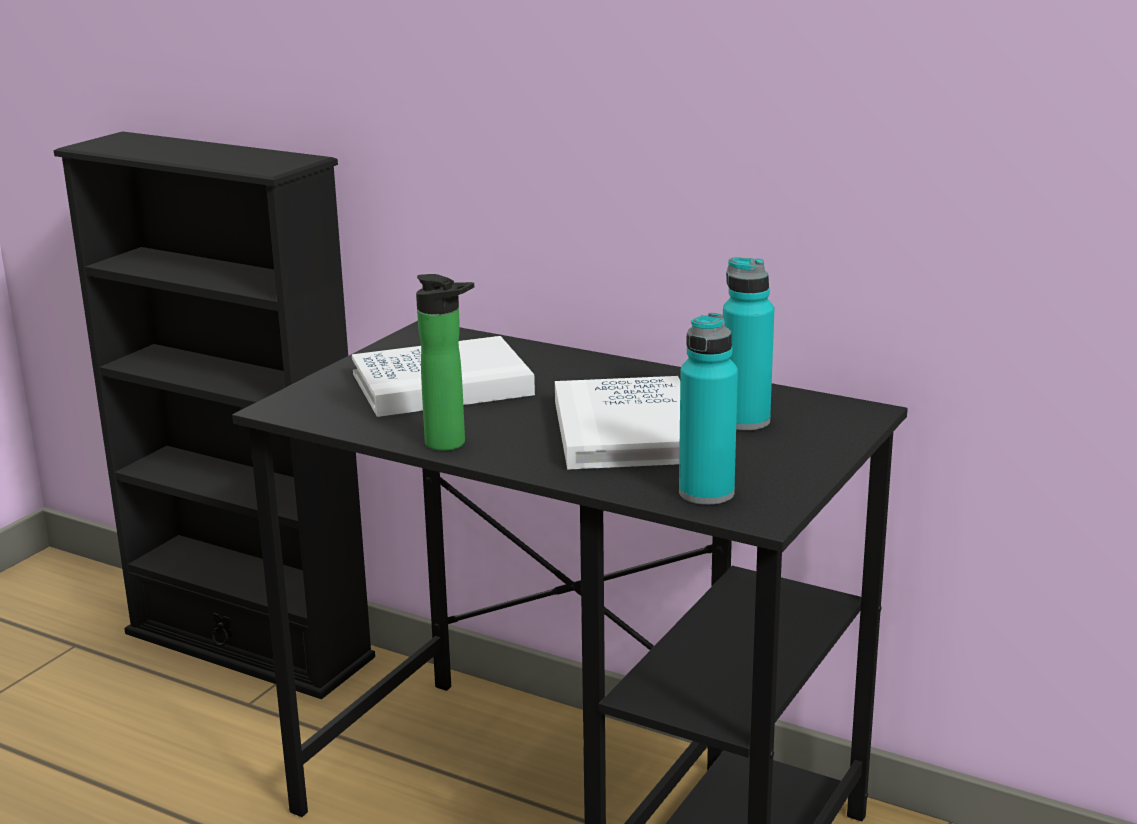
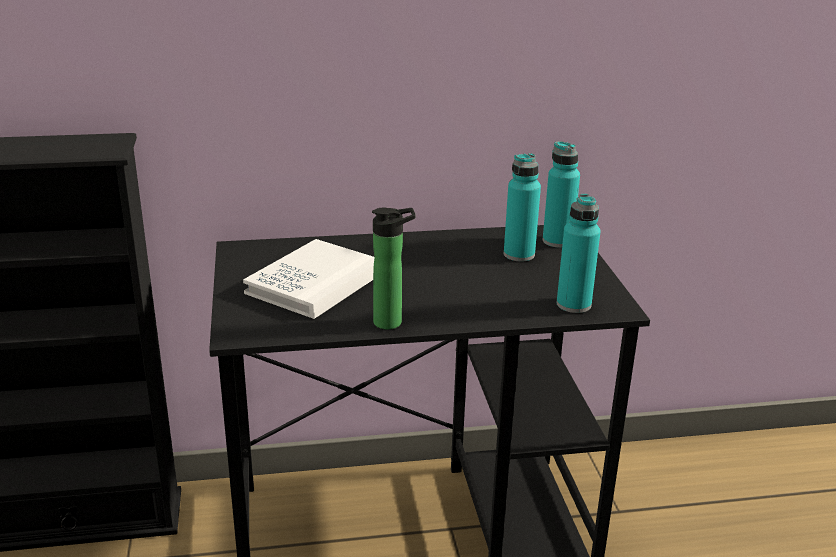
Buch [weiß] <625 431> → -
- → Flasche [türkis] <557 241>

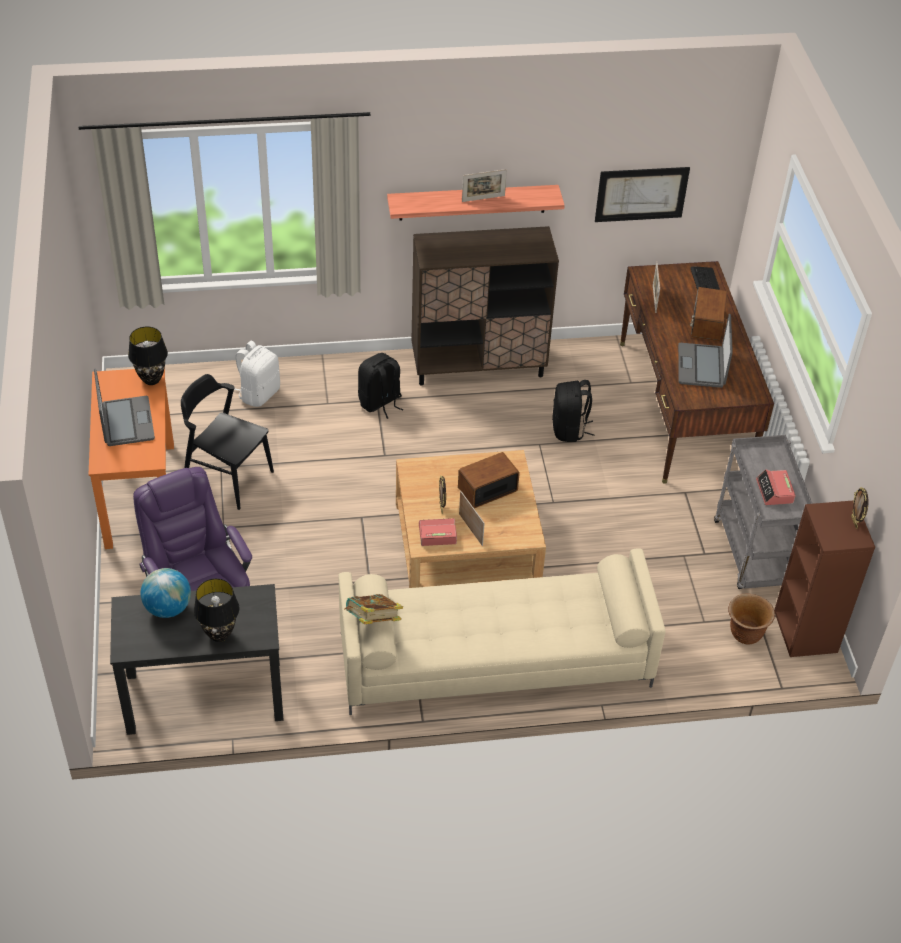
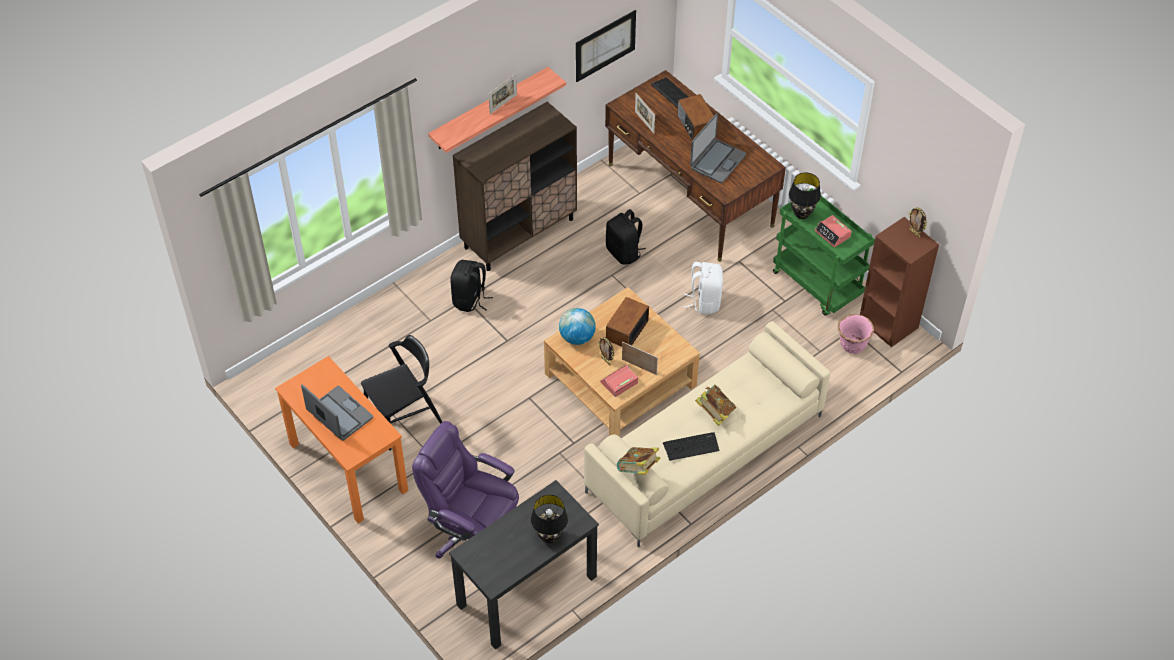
Tischlampe [schwarz] <151 380> → Tischlampe [schwarz] <801 214>, moved
Globus <168 608> → Globus <577 337>, moved
Stuhl [schwarz] <228 477> → Stuhl [schwarz] <404 418>, 150 degrees clockwise
Rucksack [weiß] <259 394> → Rucksack [weiß] <704 301>, moved
Laptop <702 366> → Laptop <717 161>, 120 degrees counterclockwise
Rollwagen [grau] <754 555> → Rollwagen [grün] <818 284>
Pflanzkübel [braun] <745 634> → Pflanzkübel [rosa] <852 346>
- → Tastatur <691 446>
- → Buch <715 412>

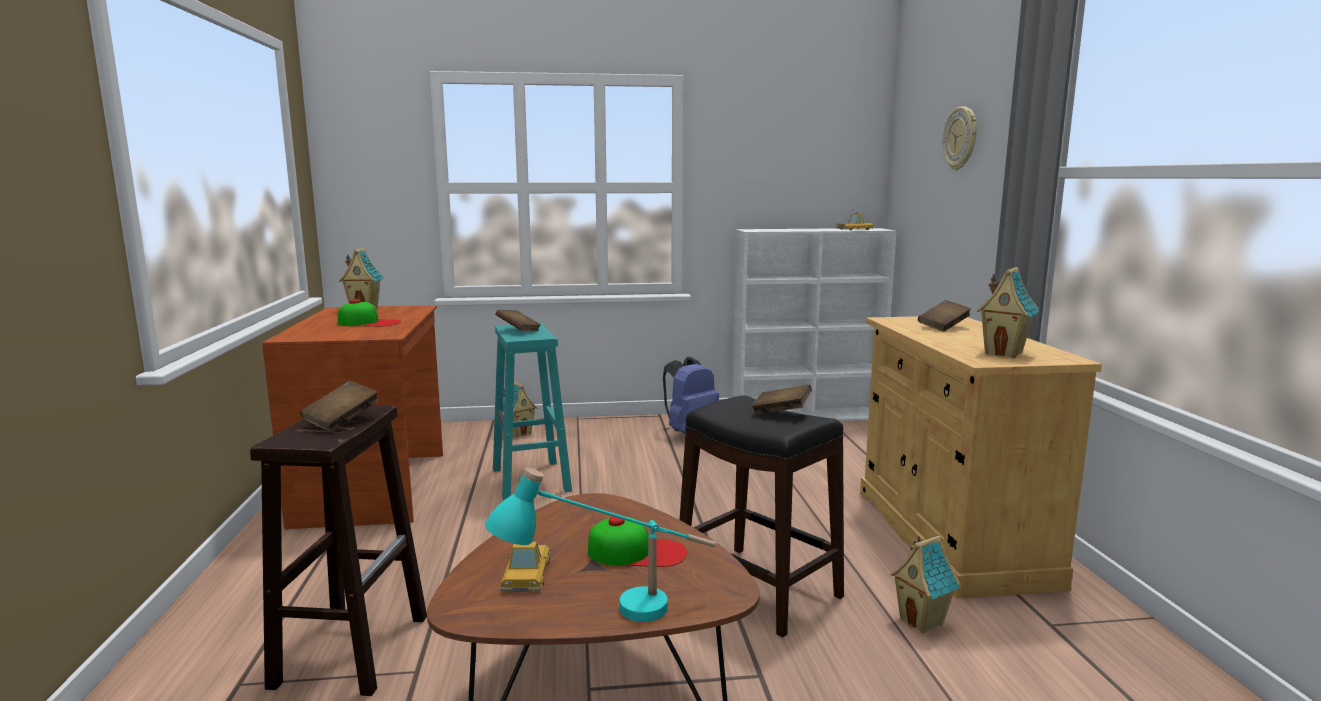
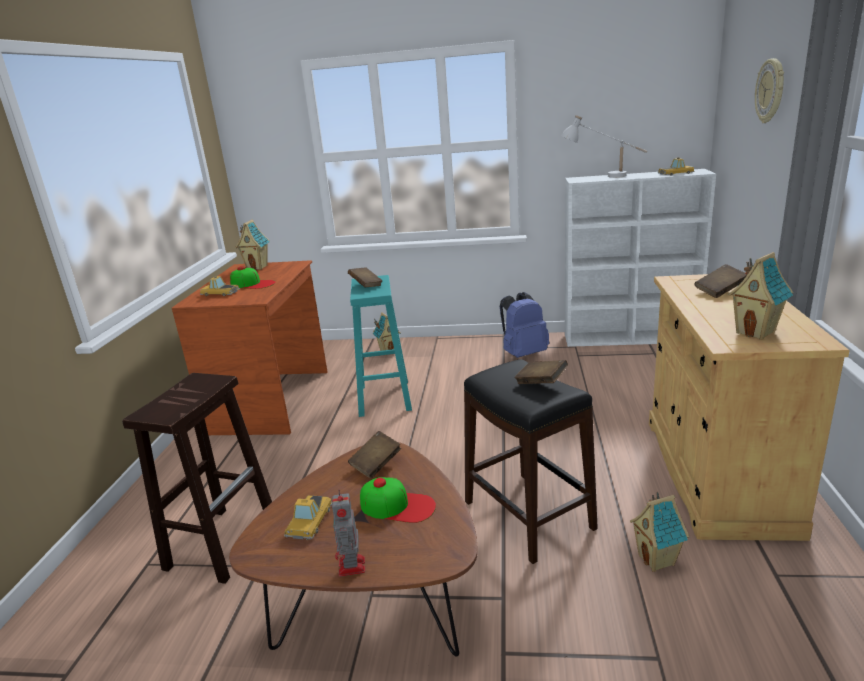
Buch [braun] <342 421> → Buch [braun] <376 464>, moved
Tischlampe [türkis] <608 615> → Spielzeugroboter <352 568>
- → Spielzeugauto <220 293>
- → Tischlampe [weiß] <603 177>

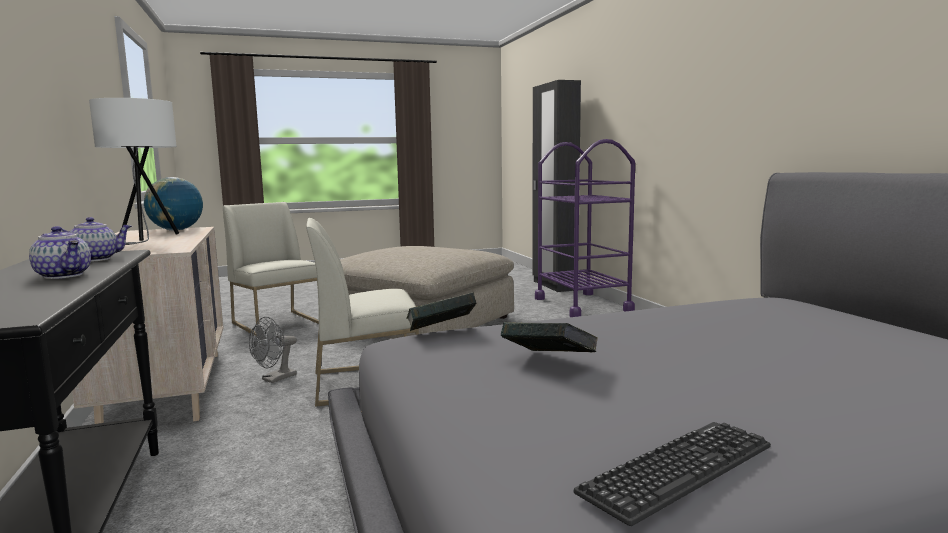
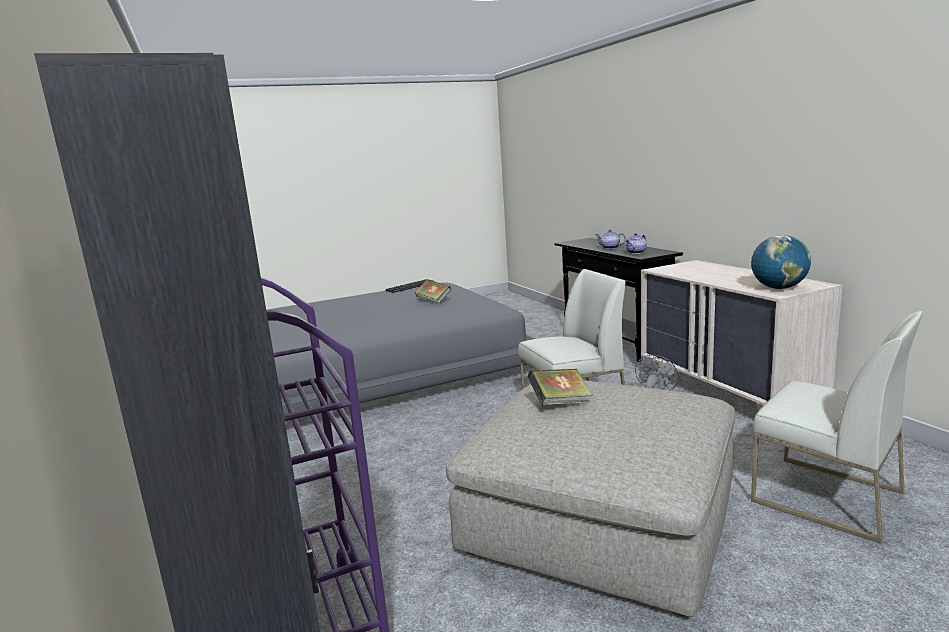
Tischlampe [weiß] <145 238> → -
Buch <441 332> → Buch <560 403>, moved

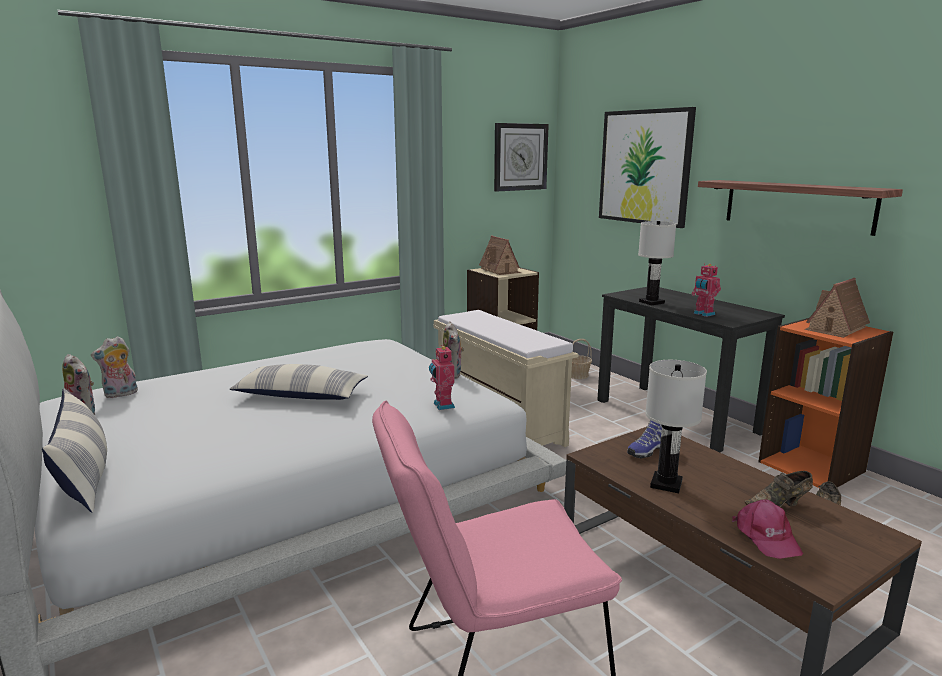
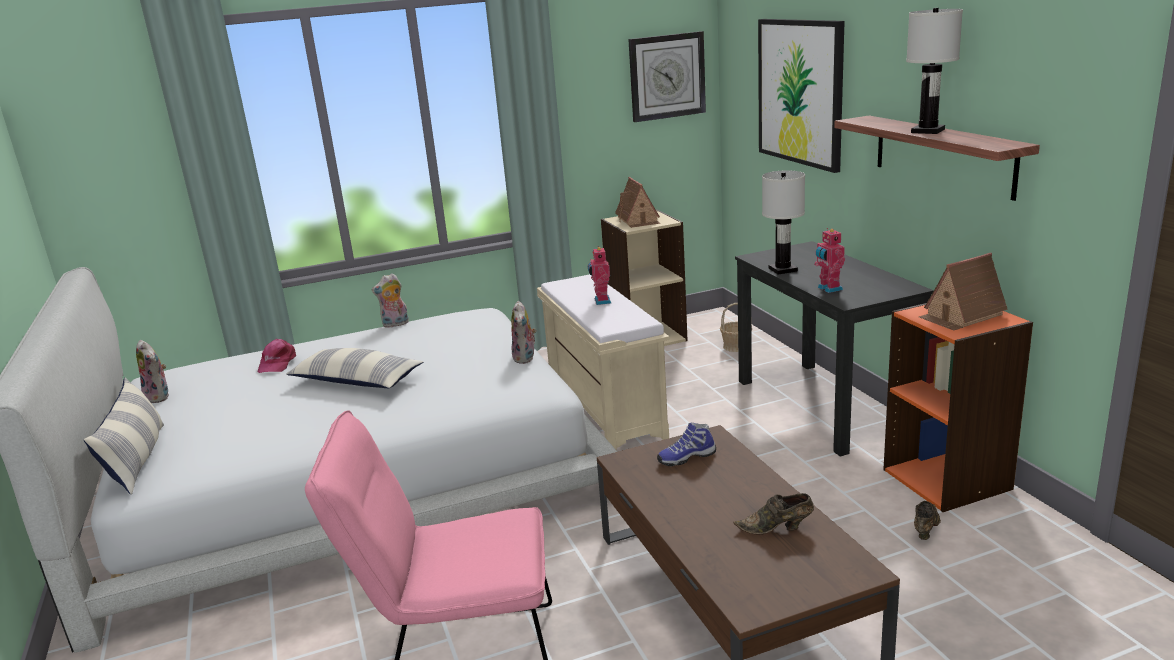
Plüschtier <120 394> → Plüschtier <395 324>, moved
Spielzeugroboter <442 405> → Spielzeugroboter <601 301>, moved
Tischlampe [weiß] <665 484> → Tischlampe [weiß] <927 131>, moved
Kappe [rosa] <766 537> → Kappe [rosa] <277 363>, moved

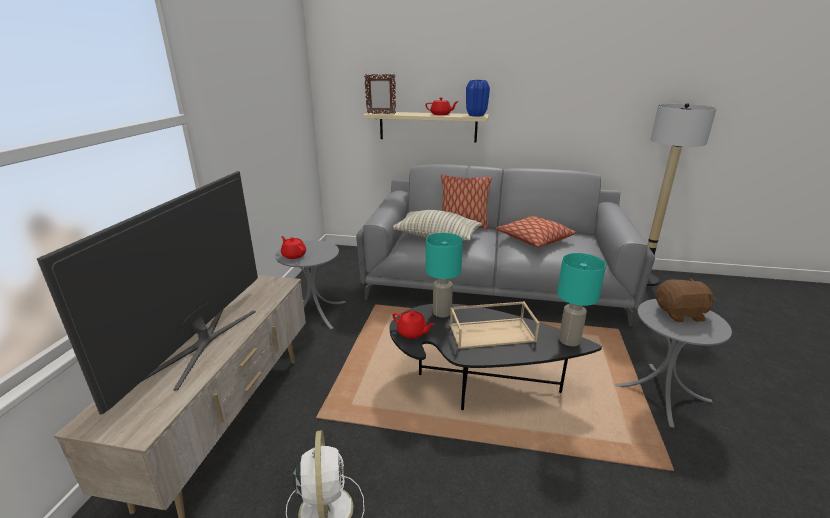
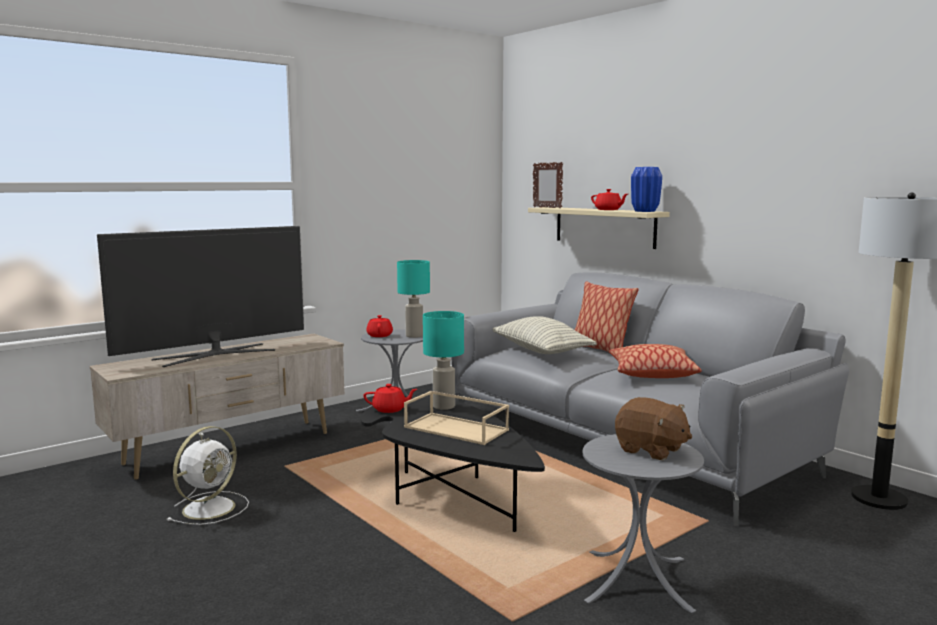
Teekanne [rot] <412 333> → Teekanne [rot] <390 409>, 75 degrees counterclockwise
Tischlampe [türkis] <569 341> → Tischlampe [türkis] <414 336>, moved

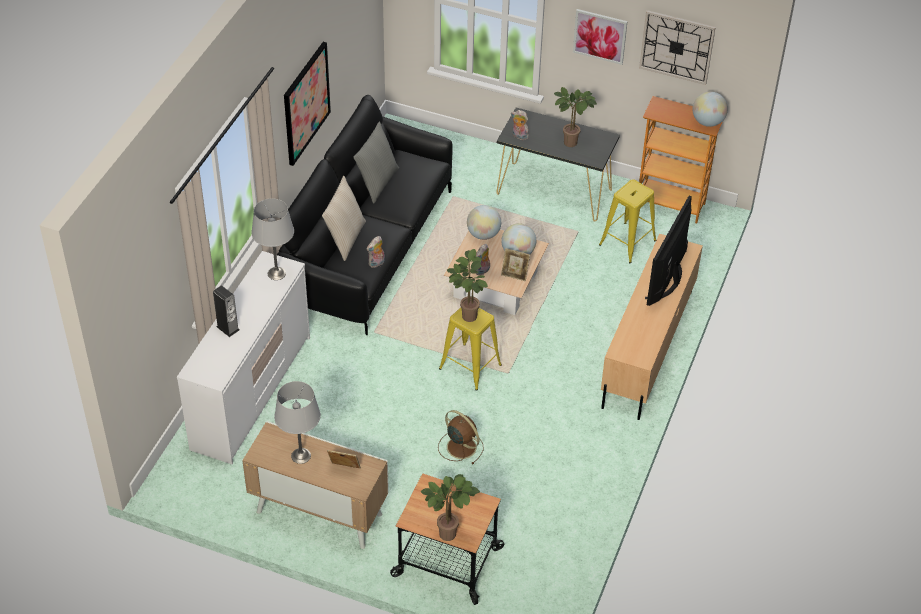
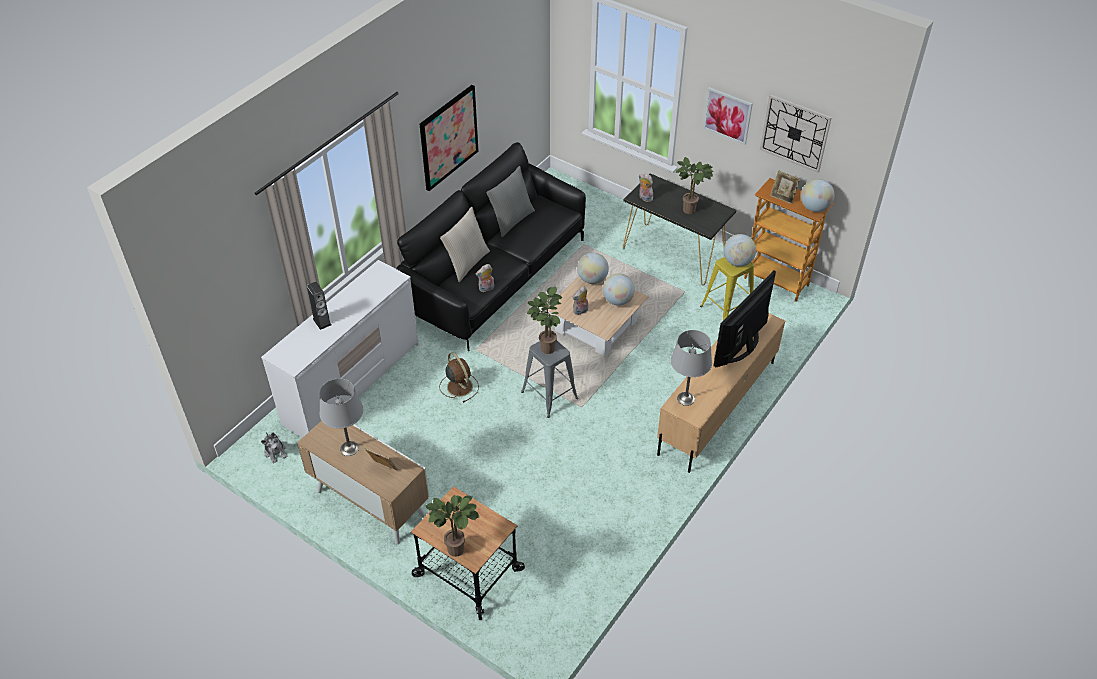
Tischlampe [grau] <277 273> → Tischlampe [grau] <686 399>, moved
Ventilator [braun] <460 446> → Ventilator [braun] <459 386>, moved
Hocker [gelb] <470 367> → Hocker [grau] <549 395>
Bilderrahmen <514 275> → Bilderrahmen <782 197>, moved
- → Plüschtier <275 452>
- → Globus <737 262>

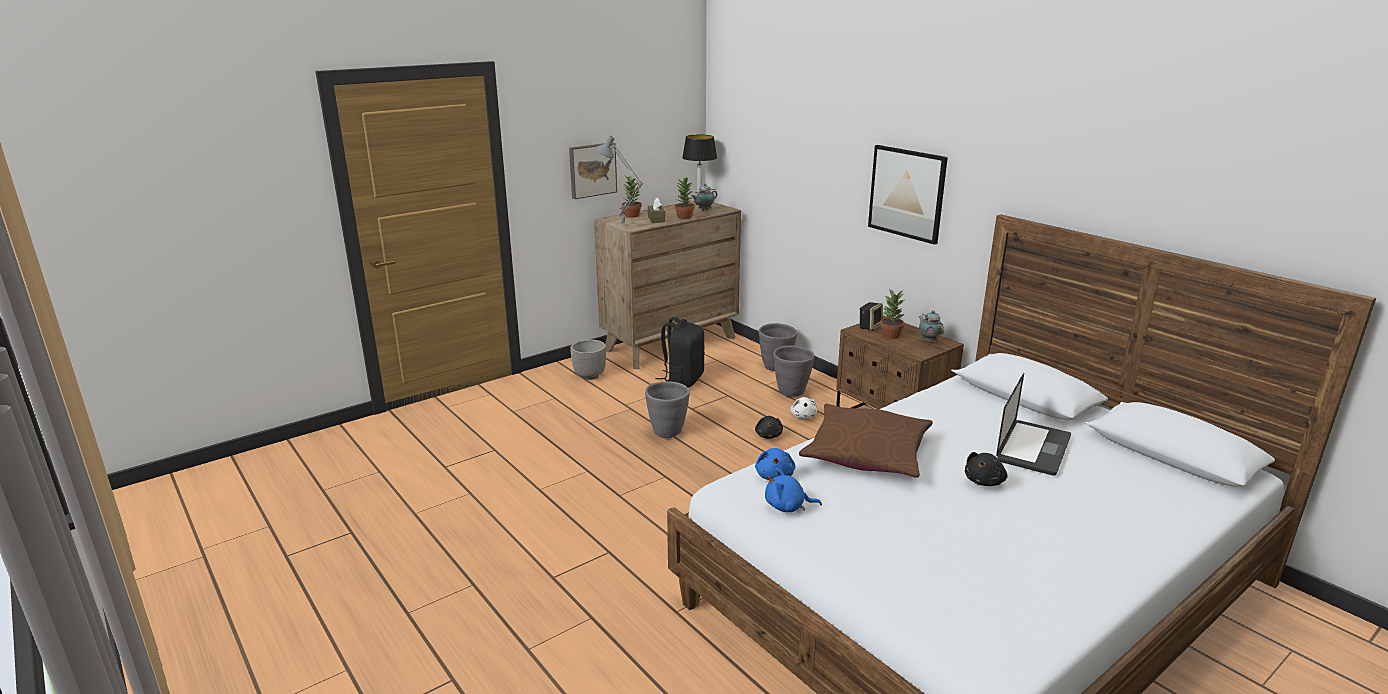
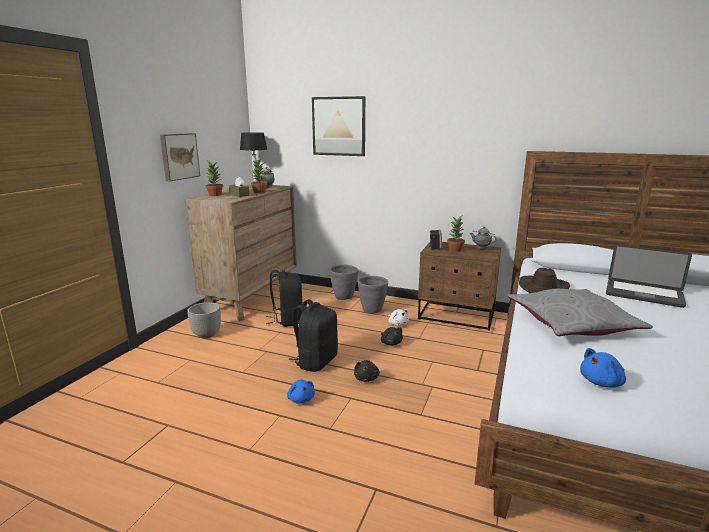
Tischlampe [grau] <621 225> → -
Pflanzkübel [grau] <667 432> → Rucksack [schwarz] <315 361>
Plüschtier [blau] <774 476> → Plüschtier [blau] <301 399>, moved
Kissen [braun] <866 453> → Kissen [grau] <571 323>
Bild <907 193> → Bild <338 126>, moved
Plüschtier [schwarz] <984 481> → Plüschtier [schwarz] <366 378>, moved
Laptop <1033 448> → Laptop <643 294>, 120 degrees clockwise
- → Hut [braun] <543 288>

